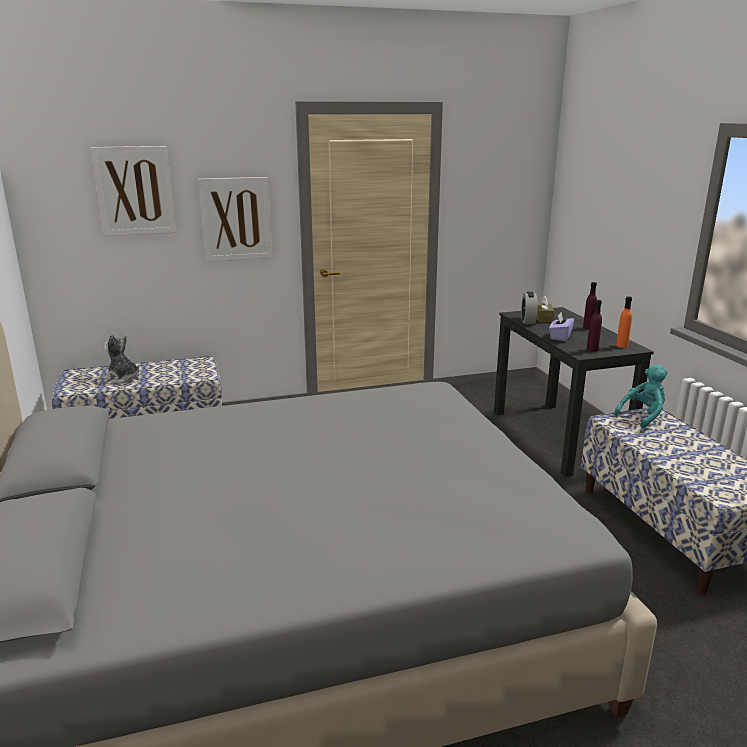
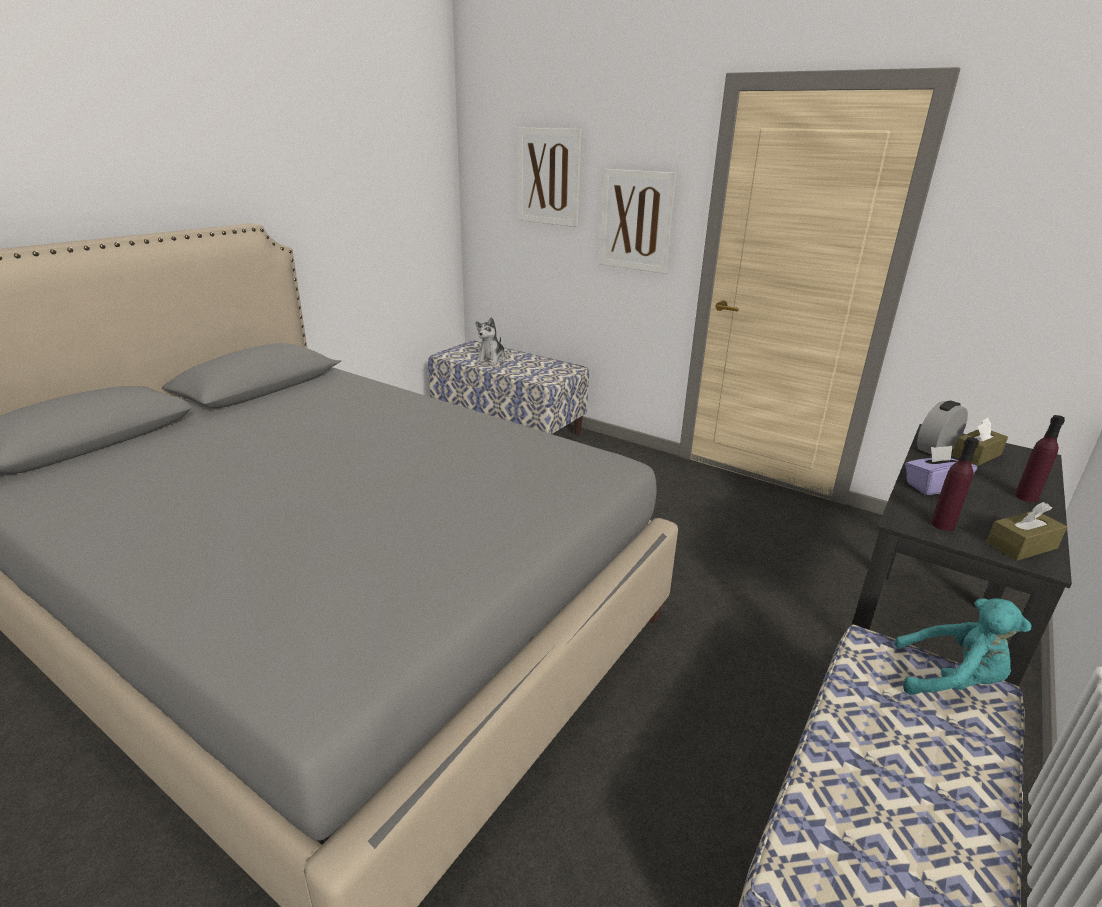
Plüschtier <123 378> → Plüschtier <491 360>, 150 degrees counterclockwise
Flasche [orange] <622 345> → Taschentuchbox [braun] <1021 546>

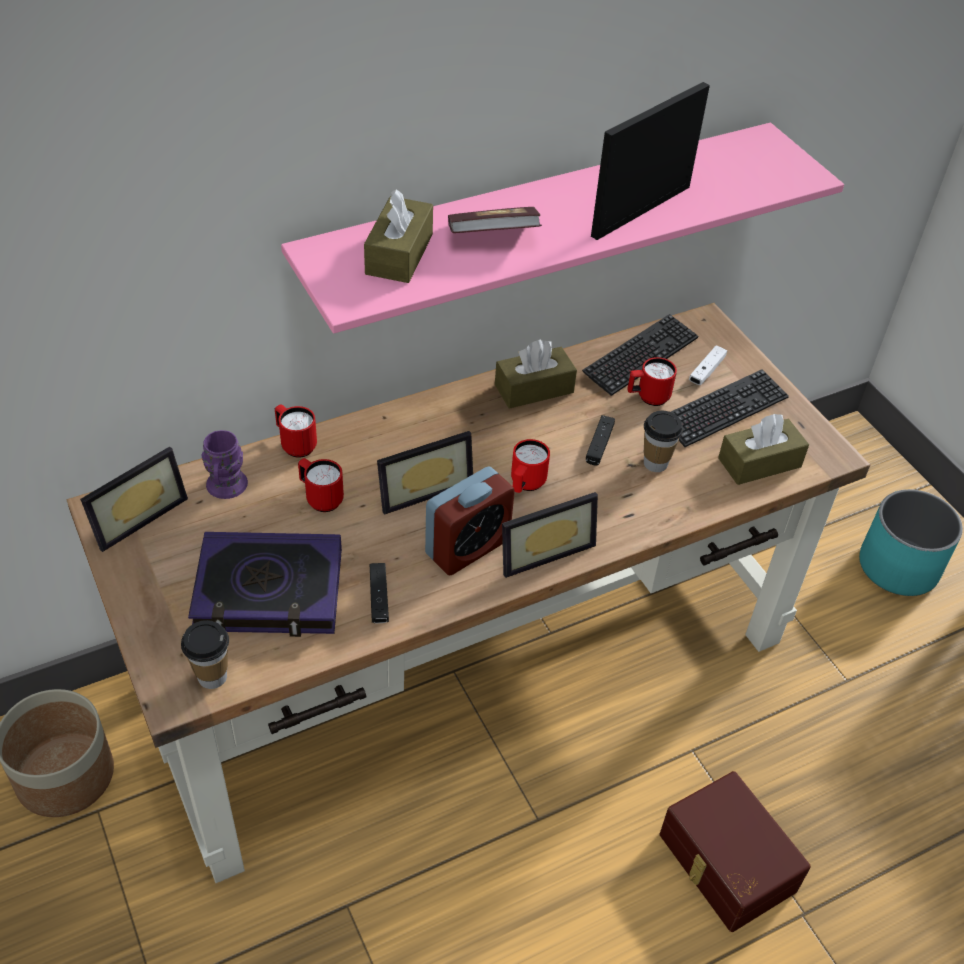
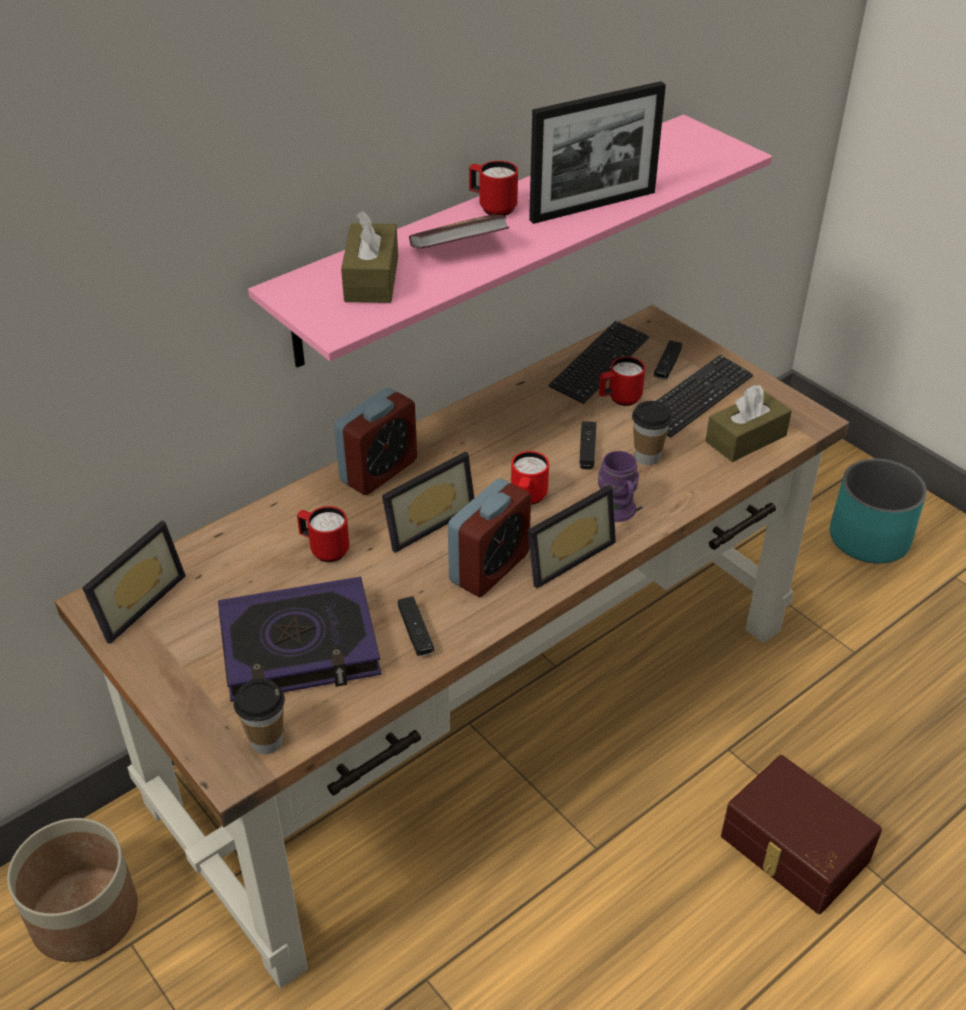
Henkelbecher [lila] <225 489> → Henkelbecher [lila] <618 513>, moved
Henkelbecher [rot] <295 444> → Henkelbecher [rot] <492 208>, moved
Taschentuchbox [braun] <534 388> → -
Bilderrahmen <641 211> → Bilderrahmen <593 206>, 150 degrees counterclockwise
Gamepad [weiß] <706 371> → Gamepad [schwarz] <667 366>
- → Wecker <379 471>

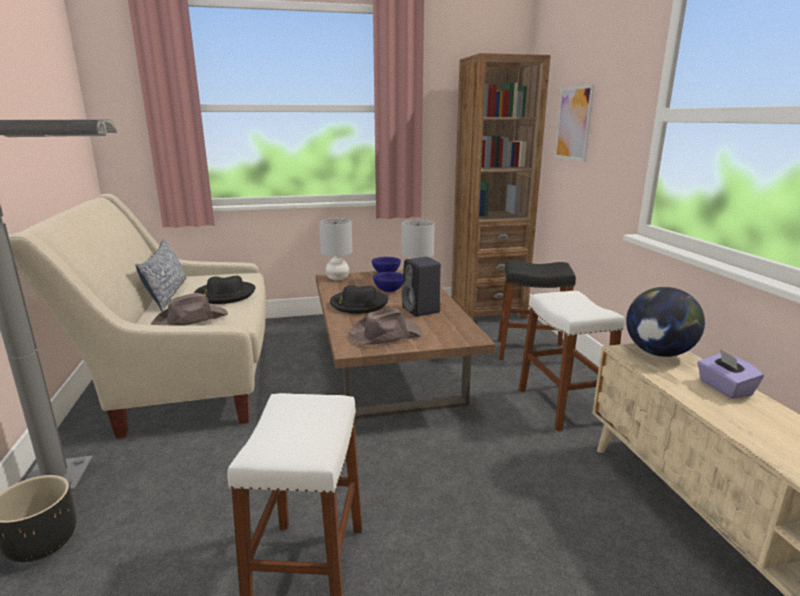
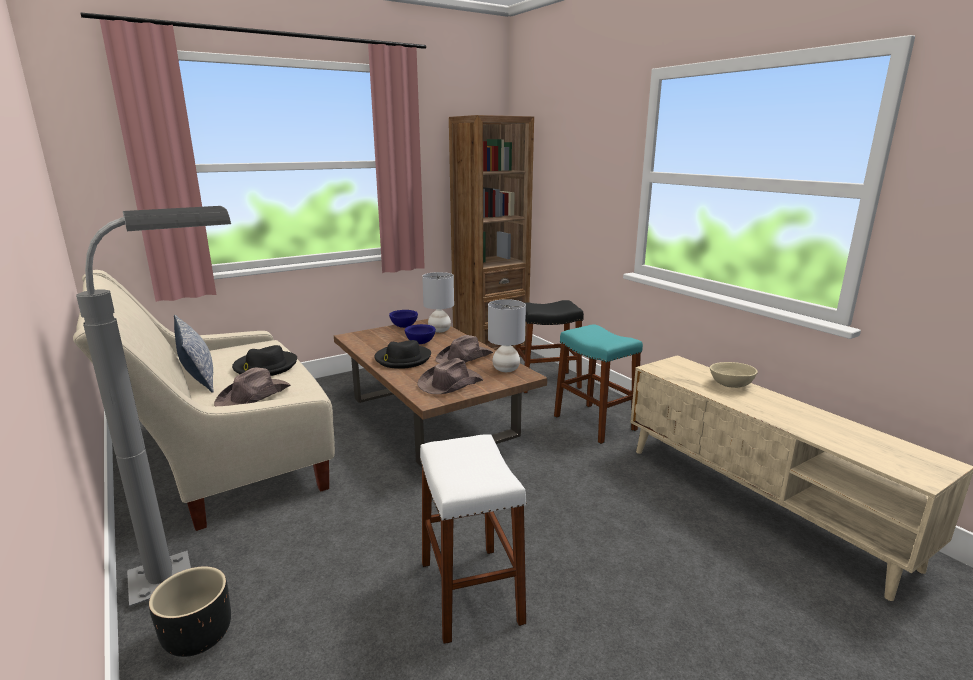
Tischlampe [grau] <337 278> → Tischlampe [grau] <505 369>, moved
Lautsprecher [schwarz] <421 310> → Hut [braun] <465 357>
Hocker [weiß] <562 406> → Hocker [türkis] <594 423>
Bild <573 123> → -
Globus <658 353> → -
Taschentuchbox [lila] <724 388> → Schüssel [beige] <731 385>

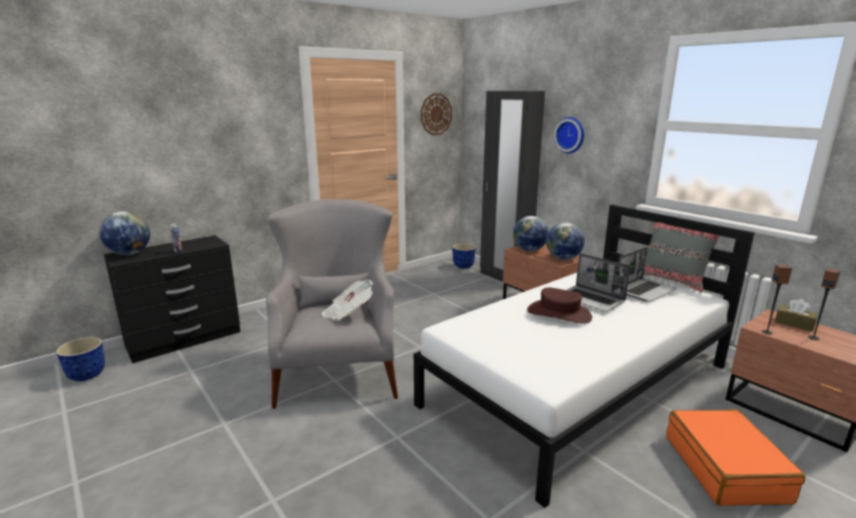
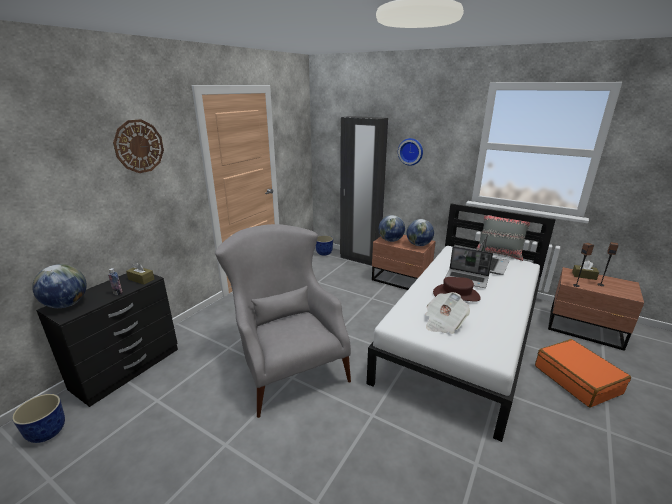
Zeitung <348 312> → Zeitung <443 323>, moved
Wanduhr <436 114> → Wanduhr <139 146>, moved
- → Taschentuchbox [braun] <141 279>

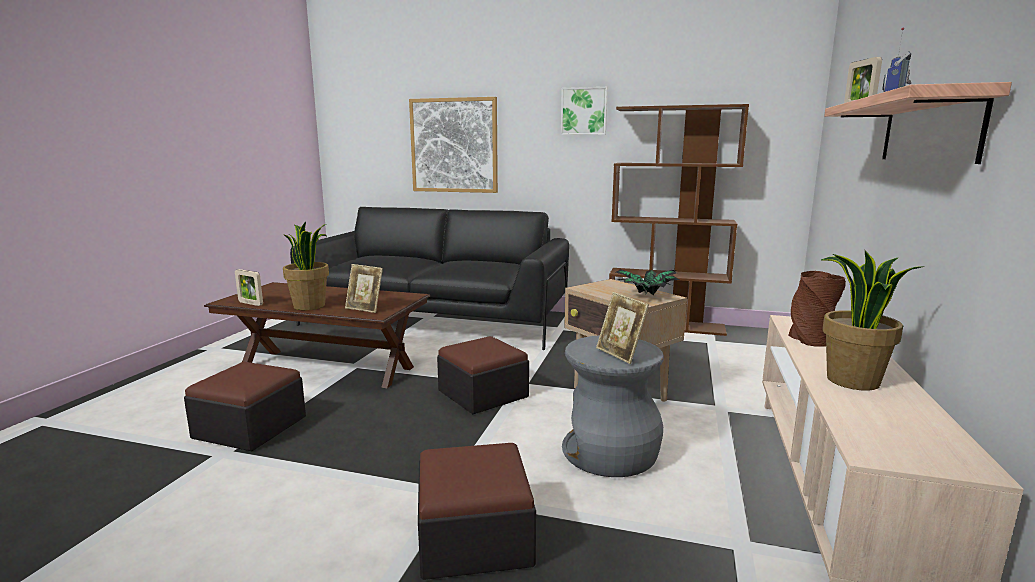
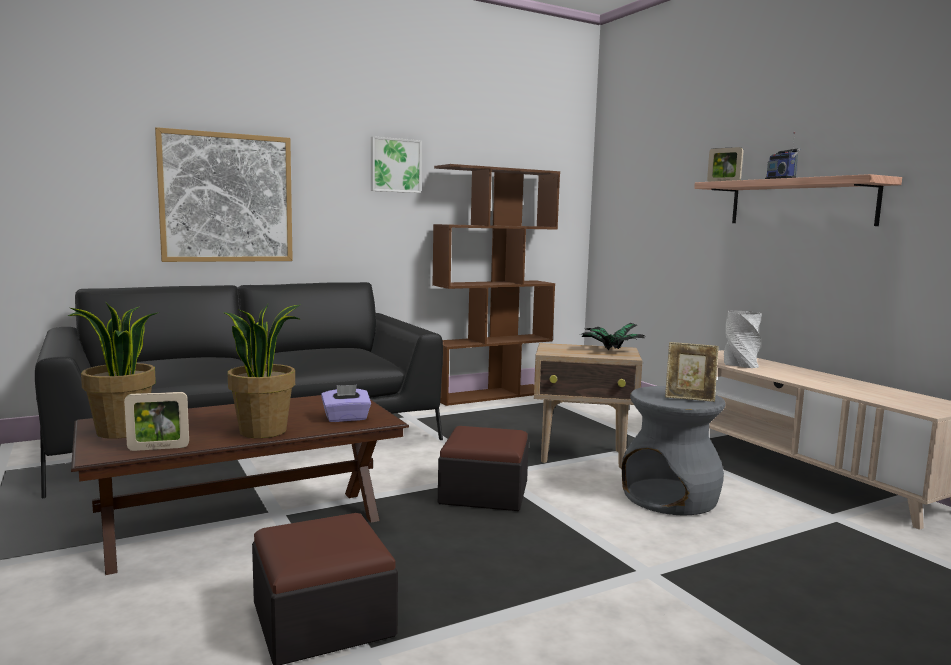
Bilderrahmen <365 309> → Taschentuchbox [lila] <346 418>
Polsterhocker <474 536> → -
Vase [braun] <810 339> → Vase [grau] <740 364>
Topfpflanze <852 381> → Topfpflanze <122 432>, moved

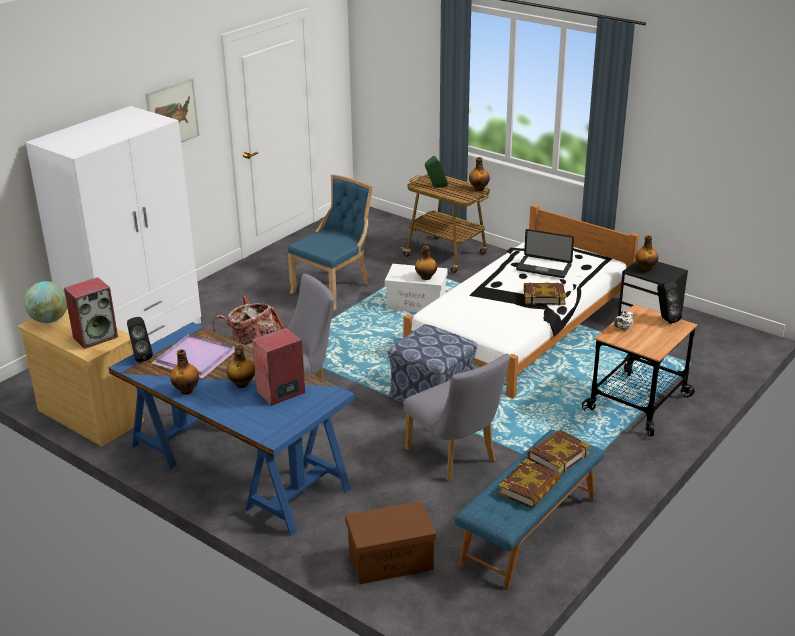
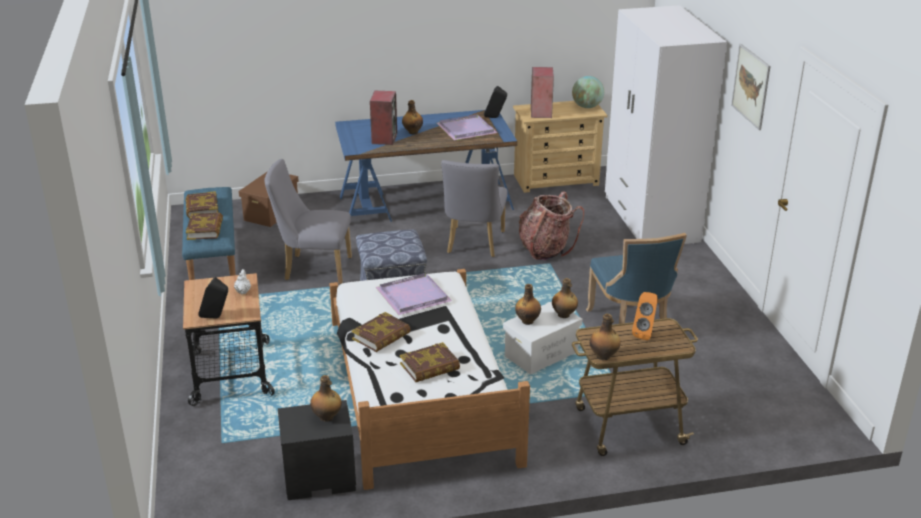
Flasche <186 390> → Flasche <564 315>, moved
Lautsprecher [grün] <436 187> → Lautsprecher [orange] <645 334>
Laptop <544 268> → Buch <430 367>
- → Tablett [lila] <413 295>

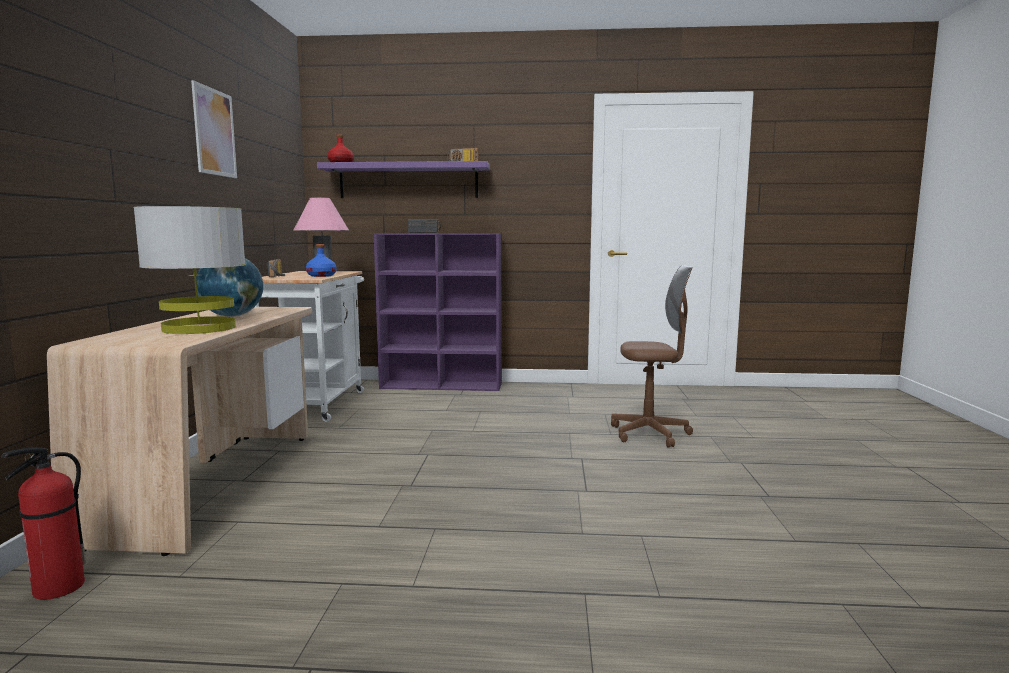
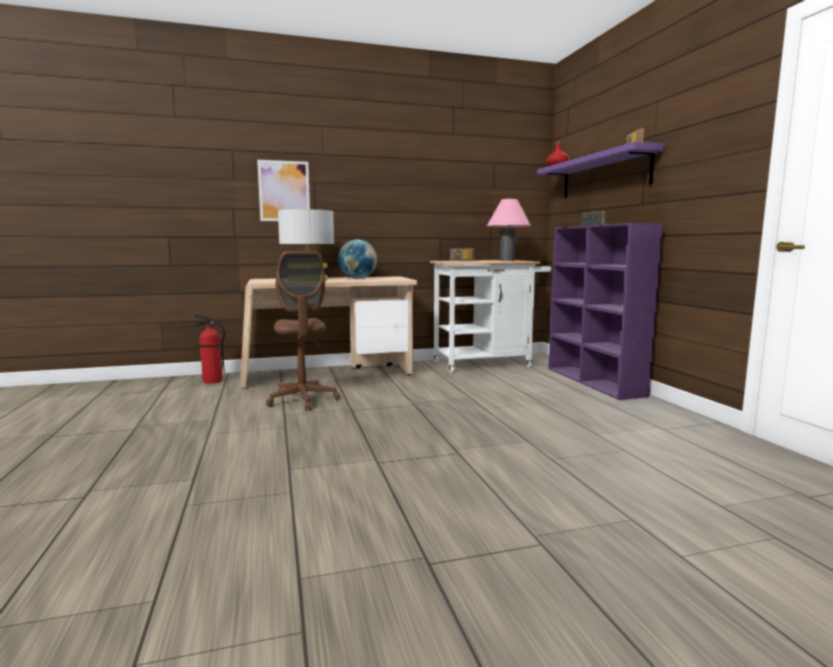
Bild <214 132> → Bild <284 191>, moved
Flasche [blau] <322 276> → -
Bürostuhl [braun] <649 434> → Bürostuhl [braun] <303 400>, moved

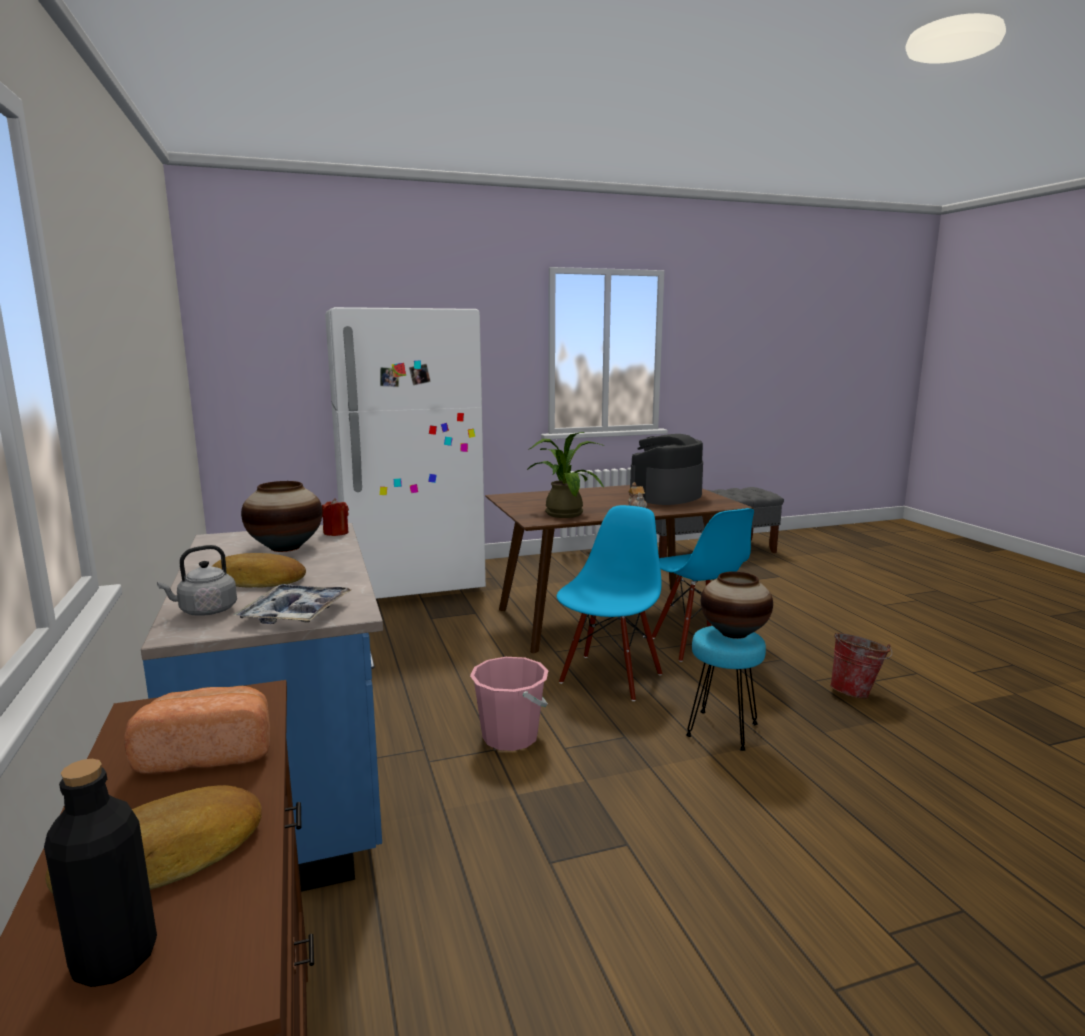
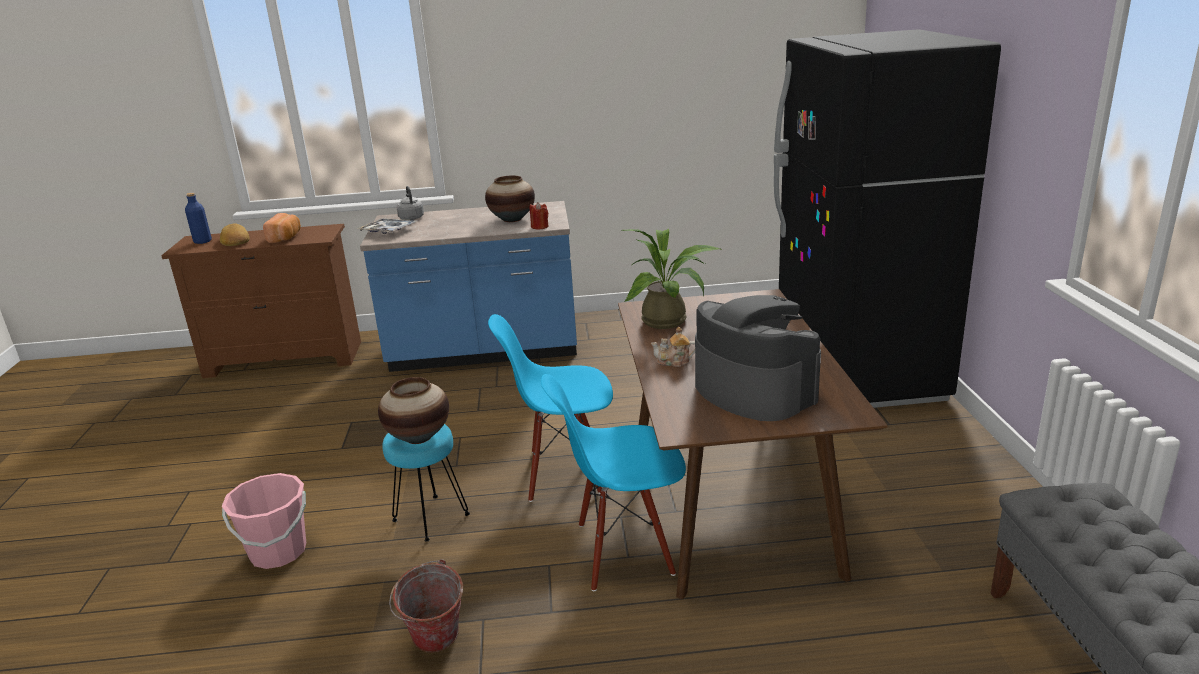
Flasche [schwarz] <114 958> → Flasche [blau] <202 241>
Brot <258 580> → -
Kühlschrank [weiß] <412 583> → Kühlschrank [schwarz] <858 374>
Eimer [rosa] <510 737> → Eimer [rosa] <278 552>, moved
Stuhl [blau] <609 677> → Stuhl [blau] <564 473>, 135 degrees clockwise

